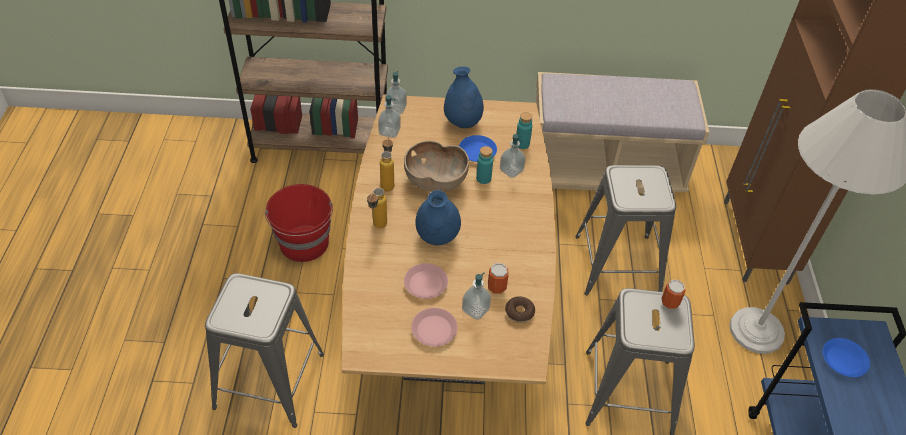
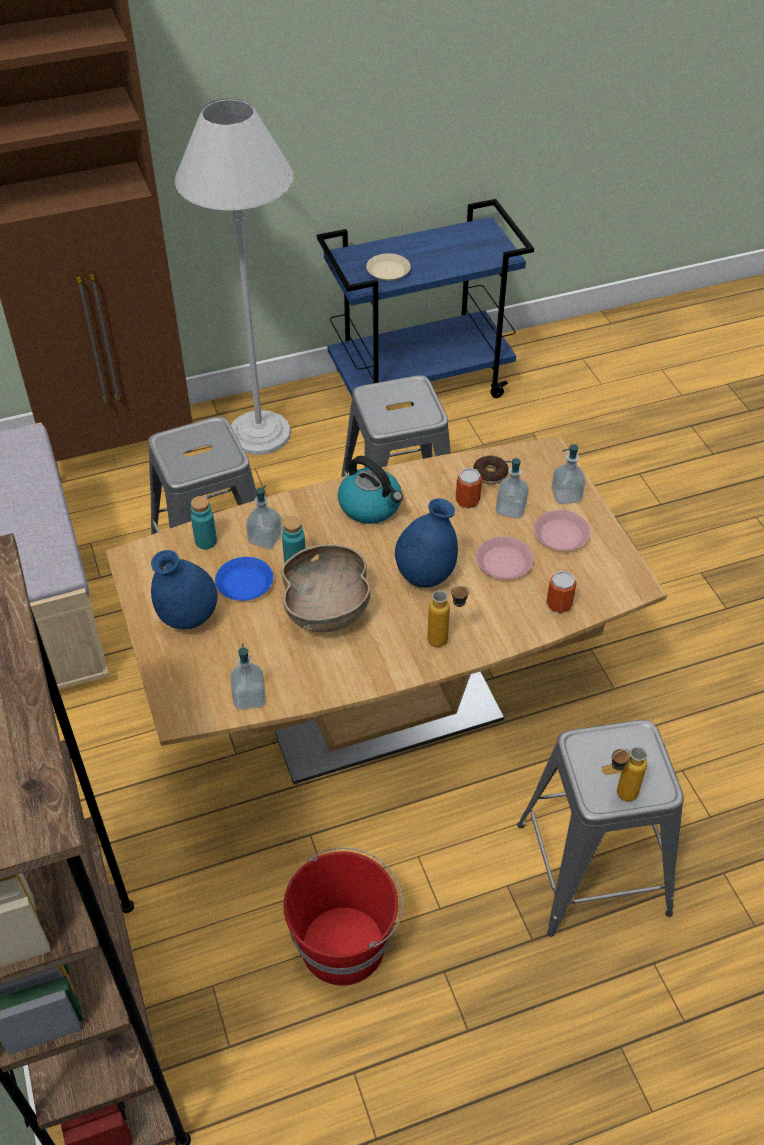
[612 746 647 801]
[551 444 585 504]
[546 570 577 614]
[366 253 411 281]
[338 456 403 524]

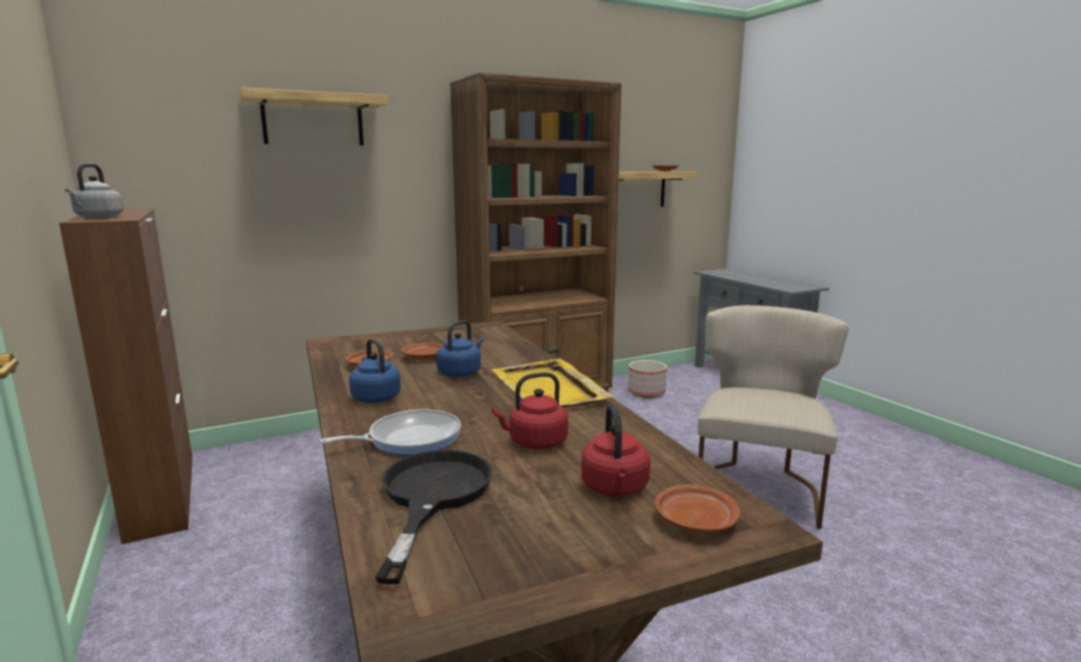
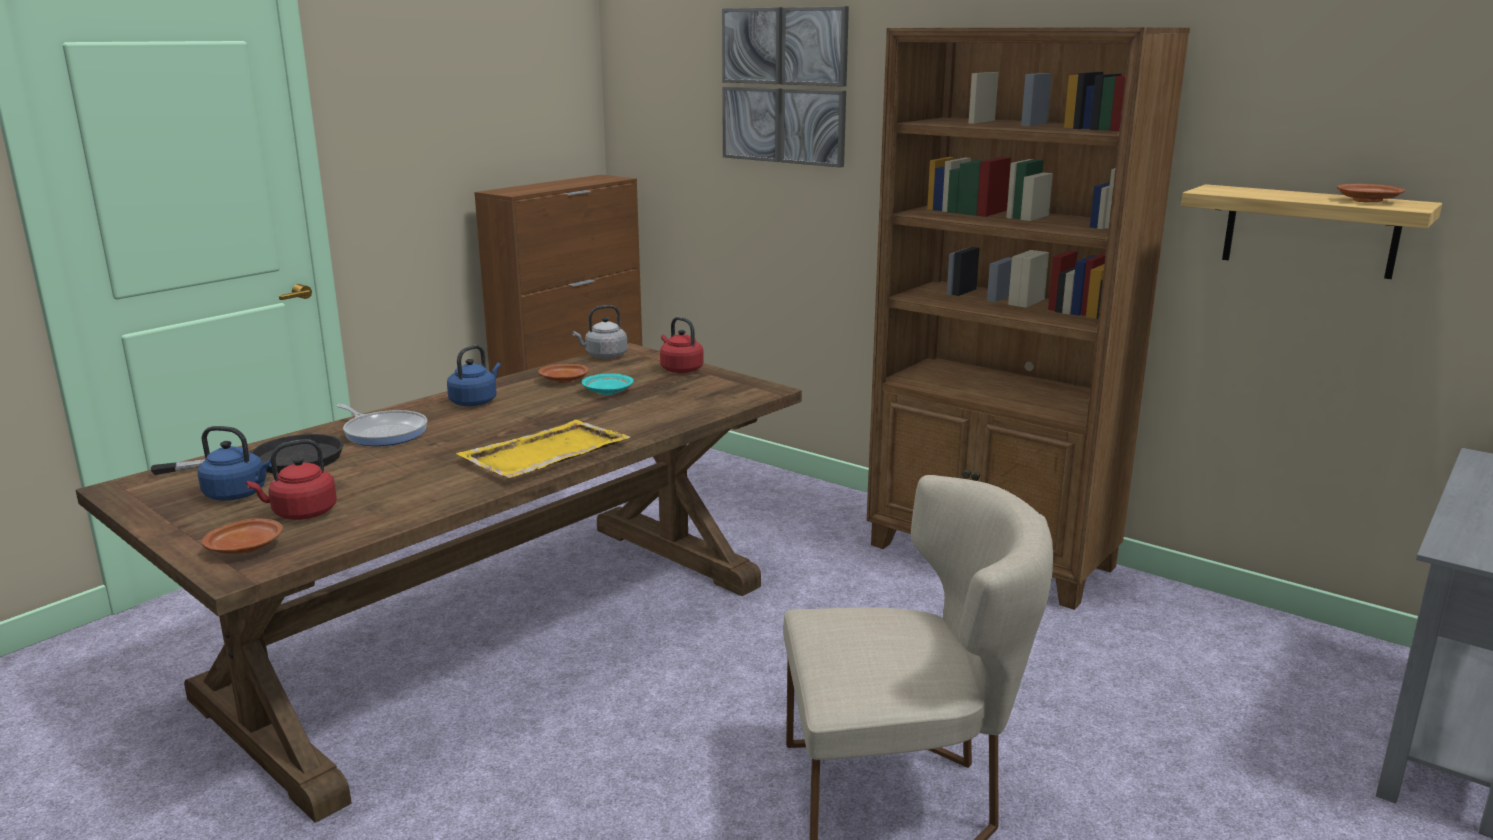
[572 305 627 359]
[722 6 849 168]
[582 373 634 395]
[198 426 271 501]
[660 317 704 373]
[628 360 667 398] (first image)

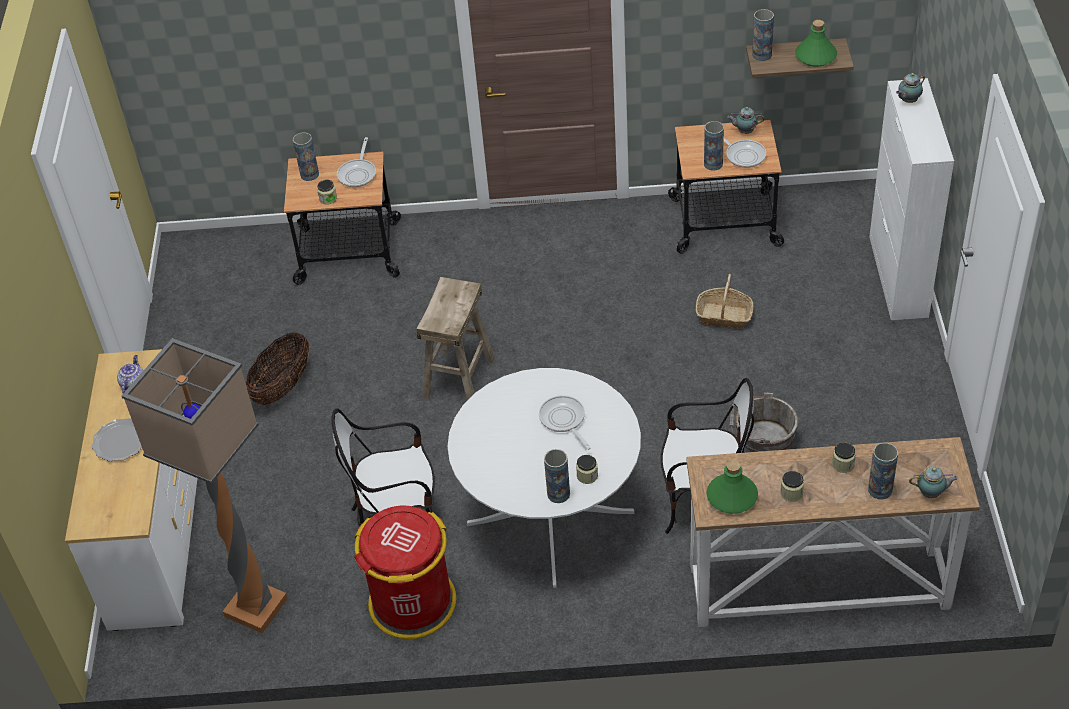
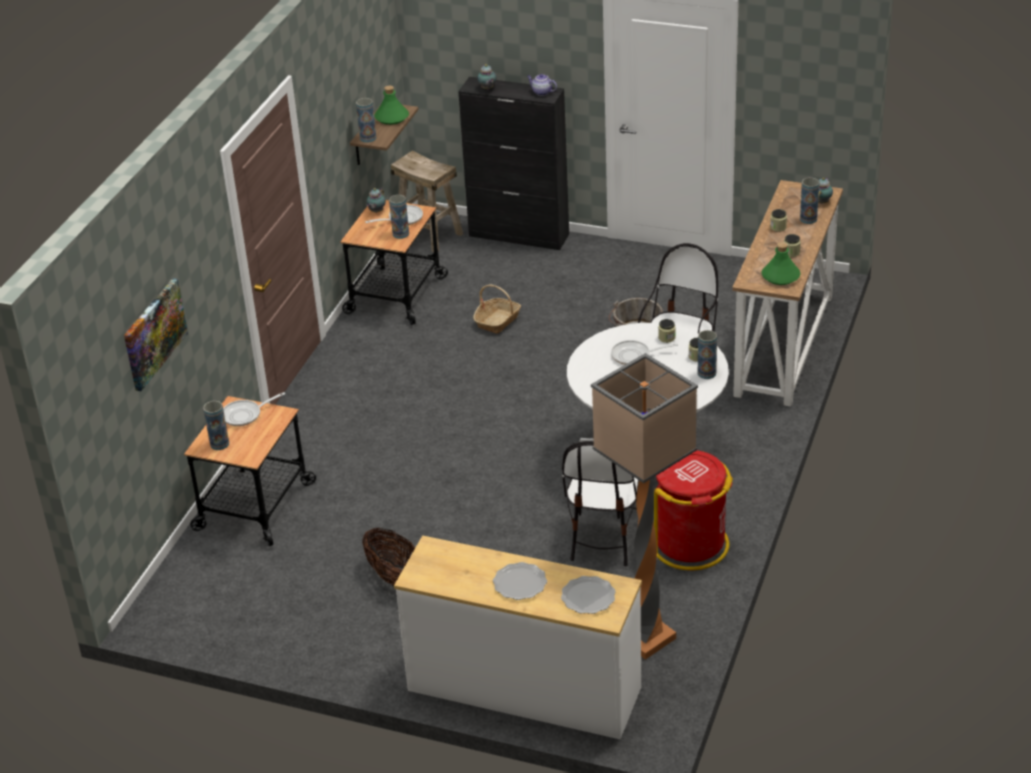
[527 74 557 96]
[658 319 676 343]
[223 392 285 426]
[391 151 463 252]
[458 77 569 250]
[124 278 188 391]
[561 576 616 614]

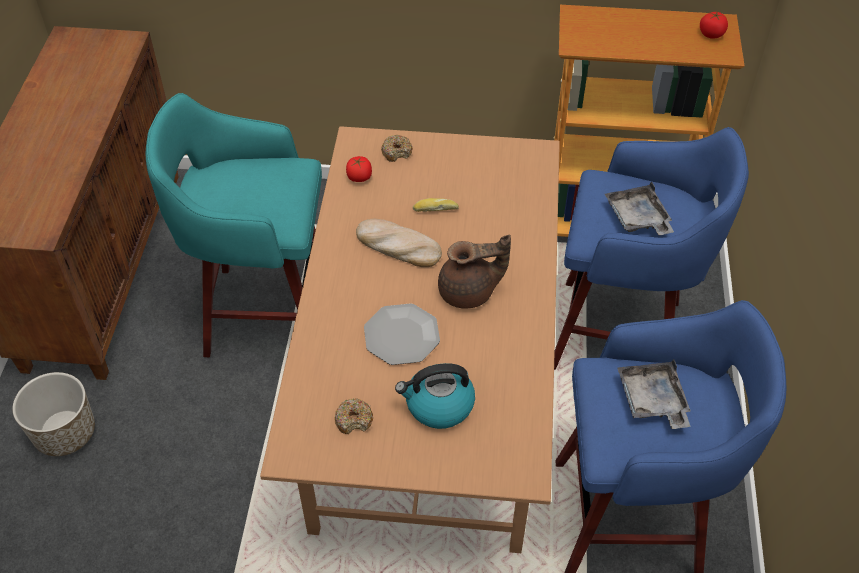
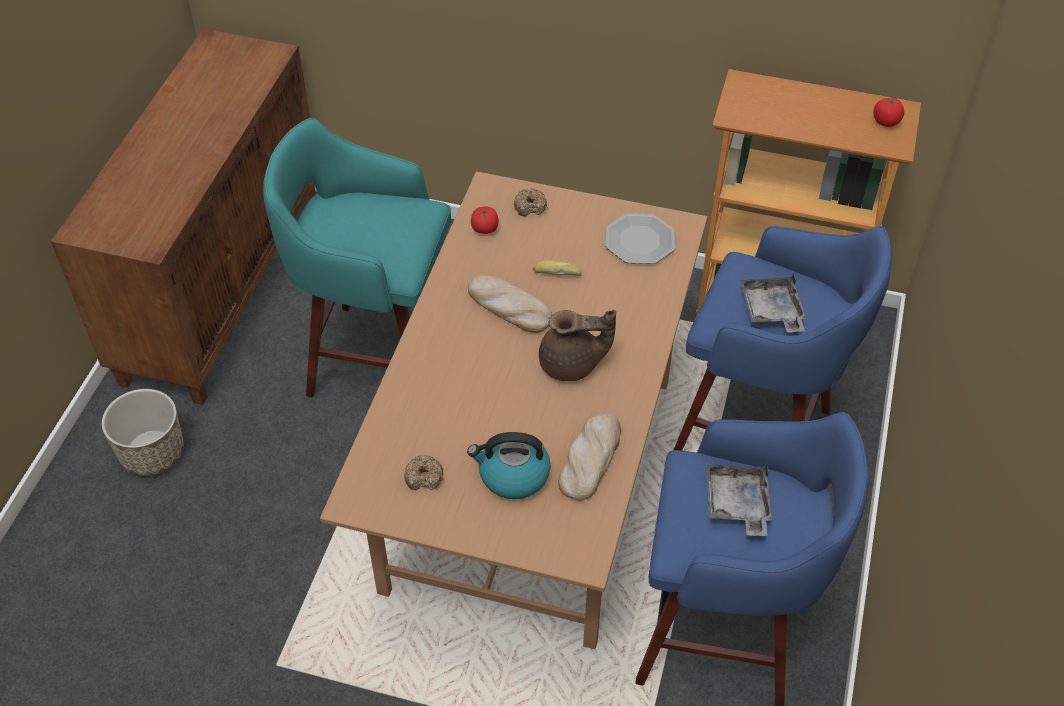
[605 213 675 264]
[558 414 621 501]

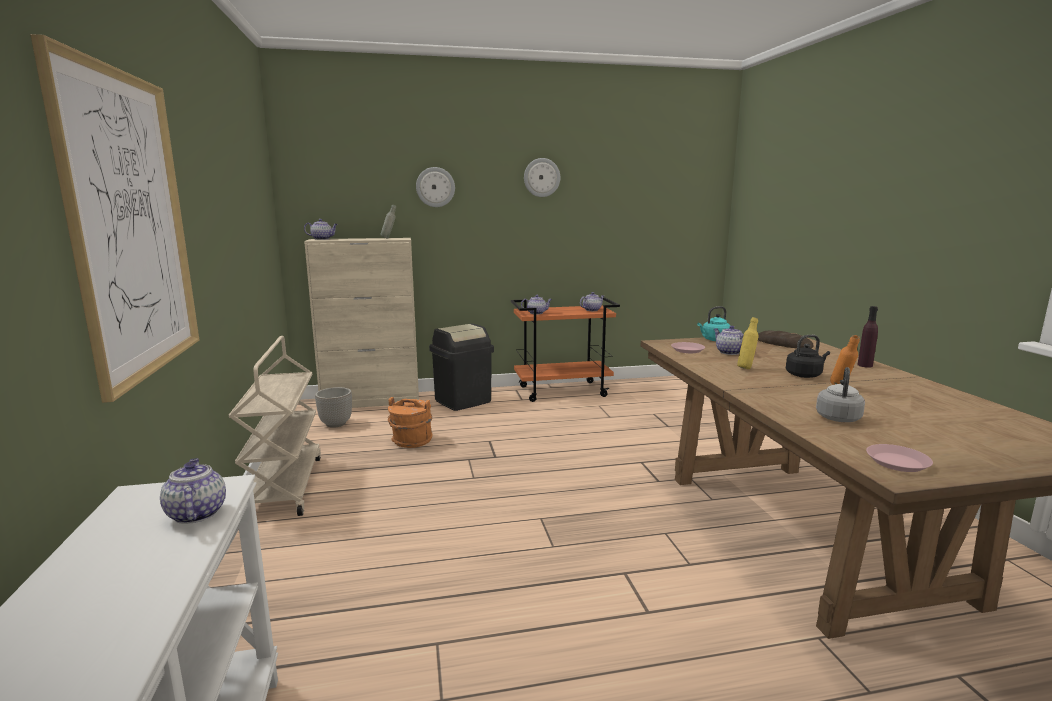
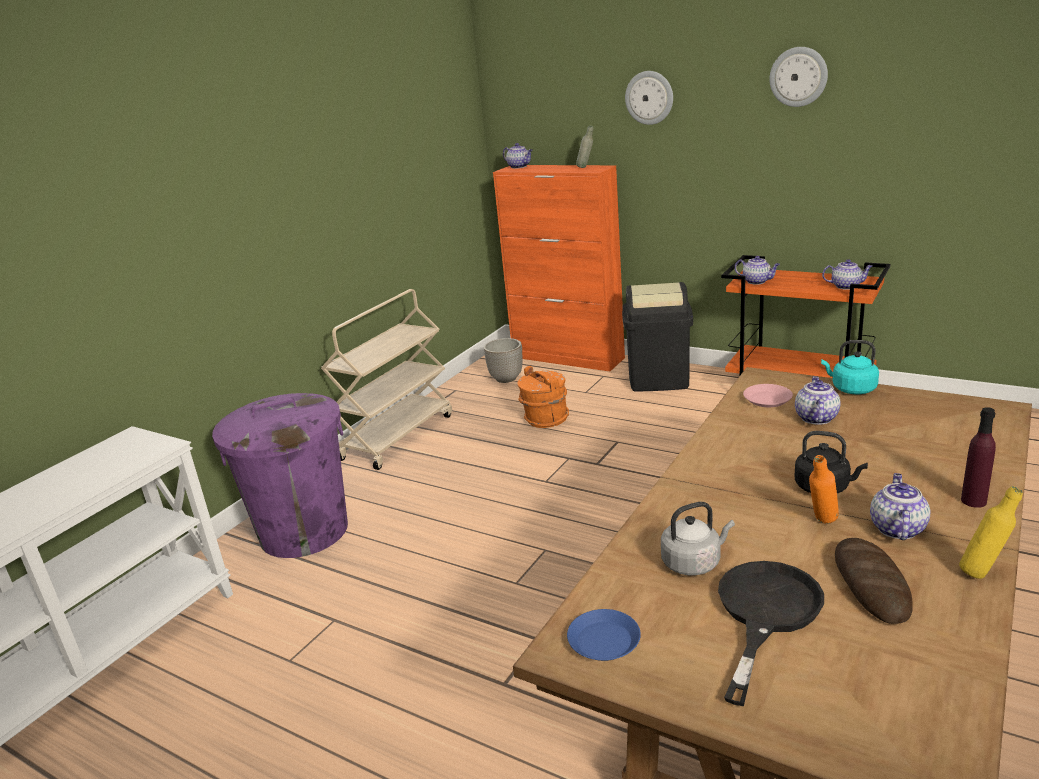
[30 34 199 403] (first image)
[870 473 930 540]
[493 165 625 371]
[959 486 1023 579]
[835 538 913 624]
[567 609 641 661]
[212 393 348 558]
[718 561 824 706]

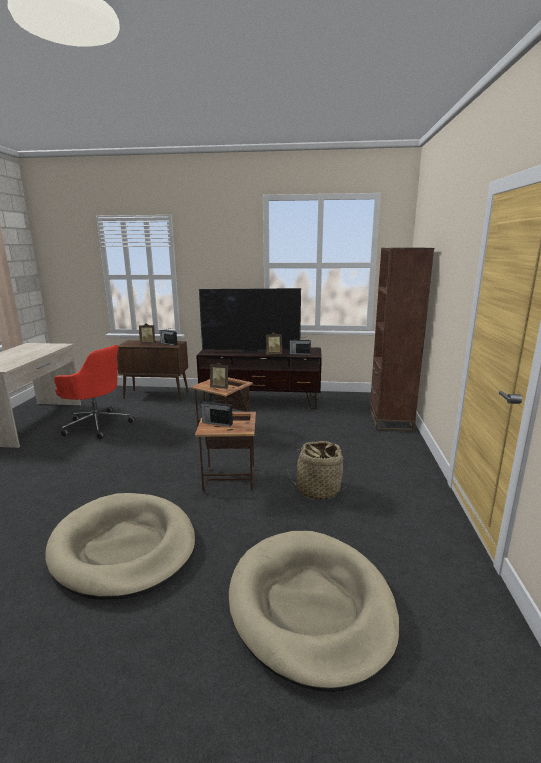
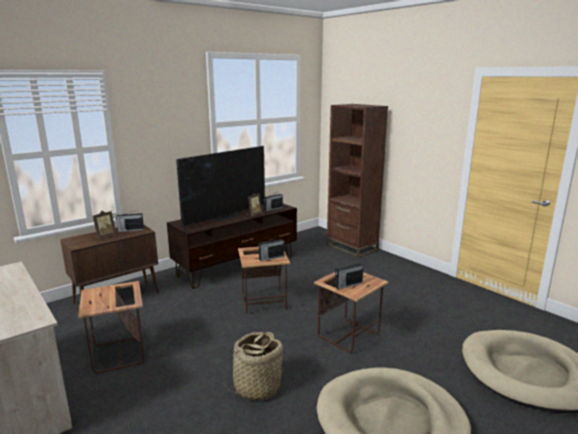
[78 281 144 373]
[258 236 284 261]
[222 332 283 400]

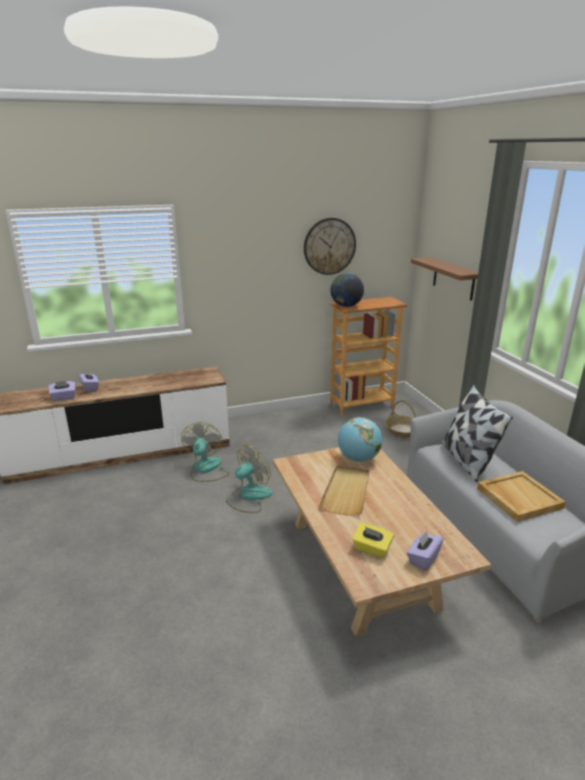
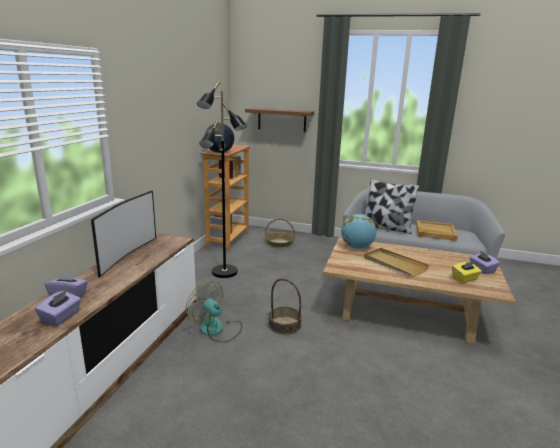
[269 278 302 335]
[304 218 356 275] (first image)
[91 191 156 277]
[197 81 247 278]

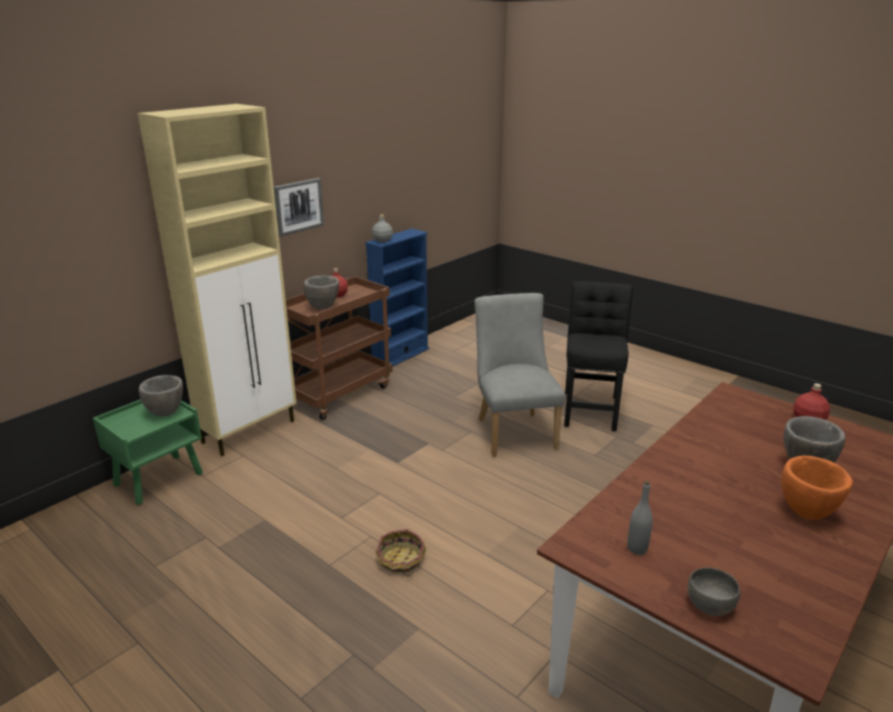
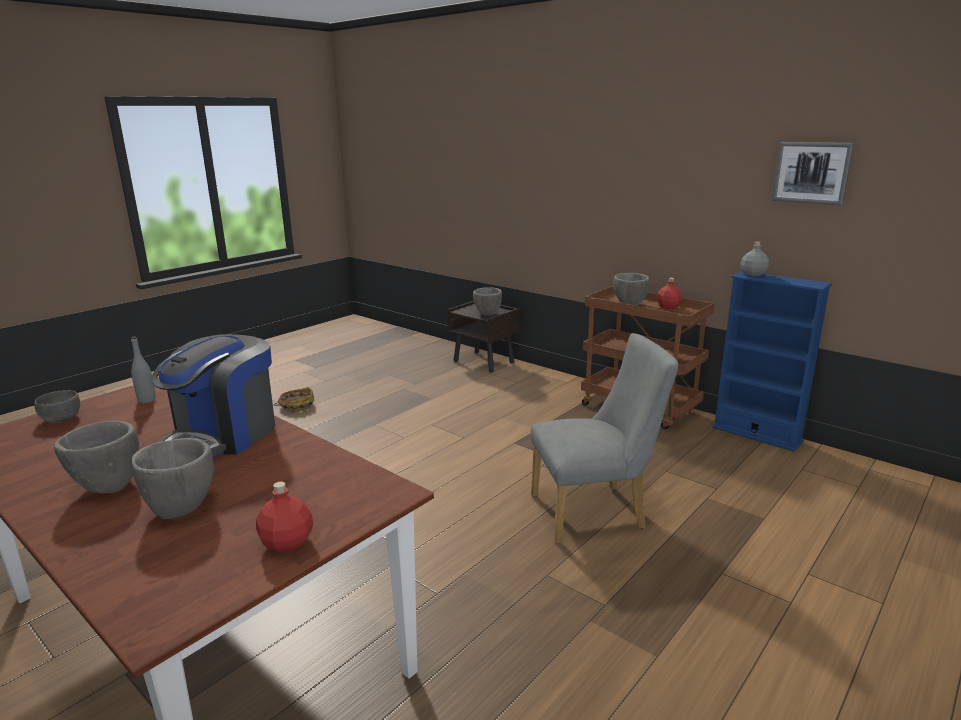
[448 301 519 373]
[138 104 297 456] (first image)
[772 142 854 205]
[274 387 314 412]
[564 281 633 431] (first image)
[54 421 139 494]
[151 334 275 457]

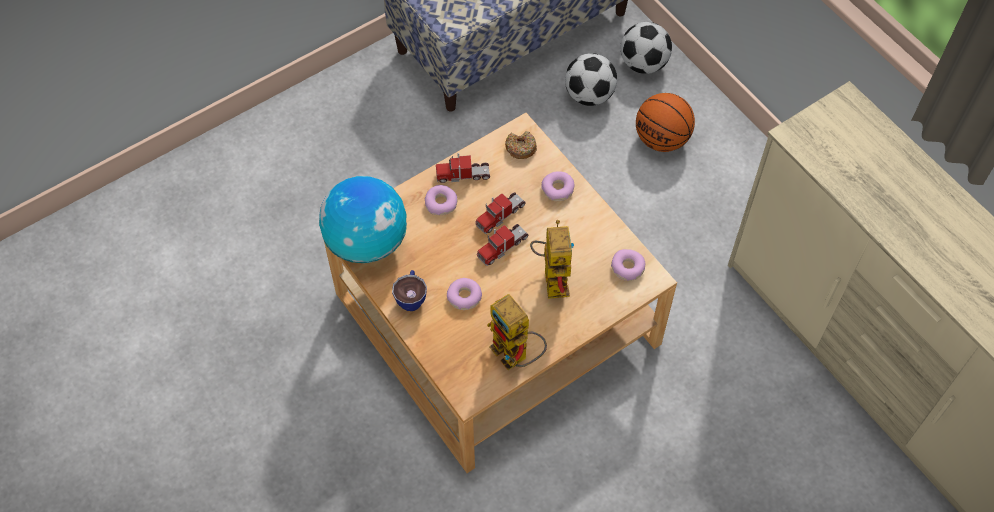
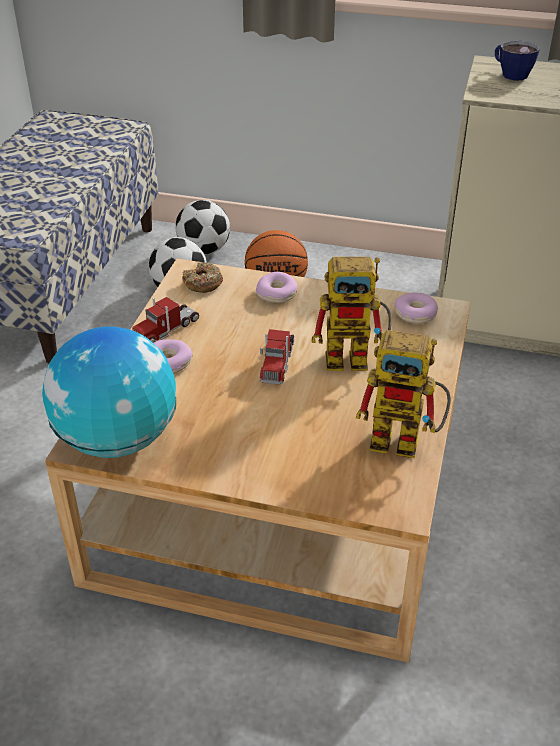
[495 40 540 81]
[447 278 482 310] (first image)
[475 192 525 234] (first image)
[312 257 391 371]

